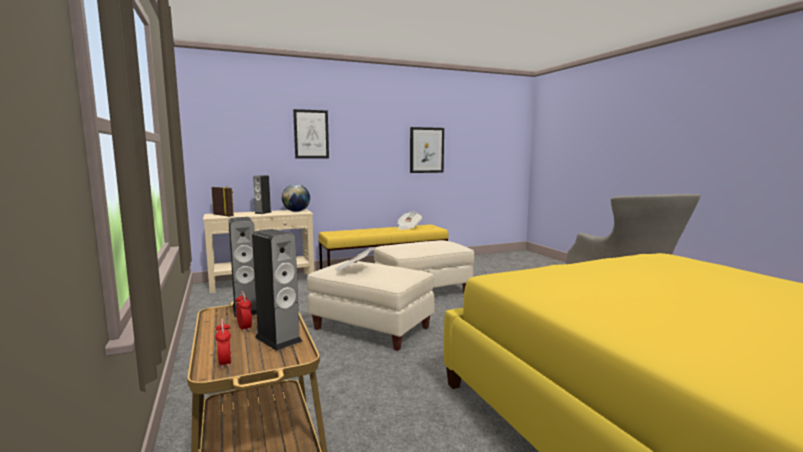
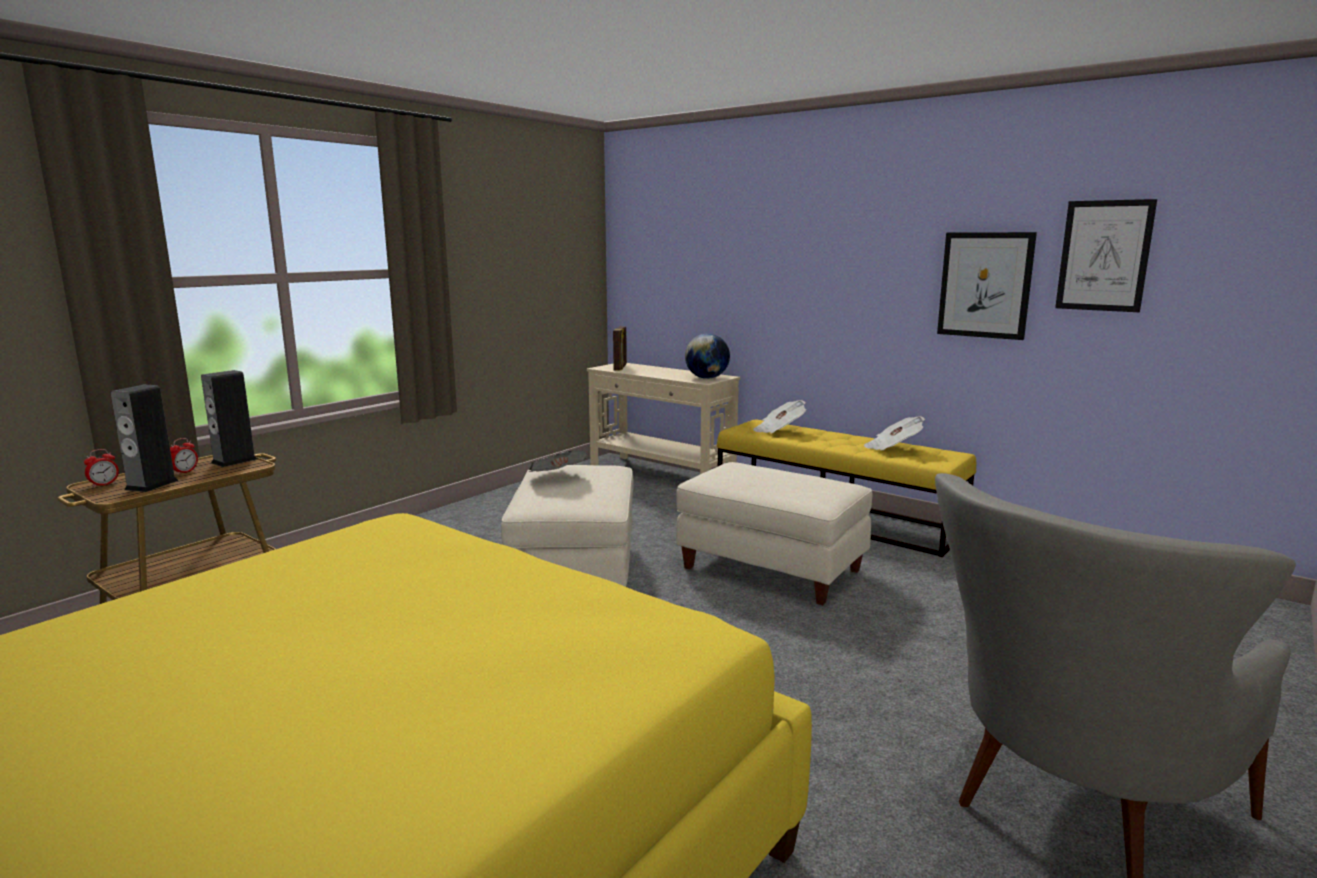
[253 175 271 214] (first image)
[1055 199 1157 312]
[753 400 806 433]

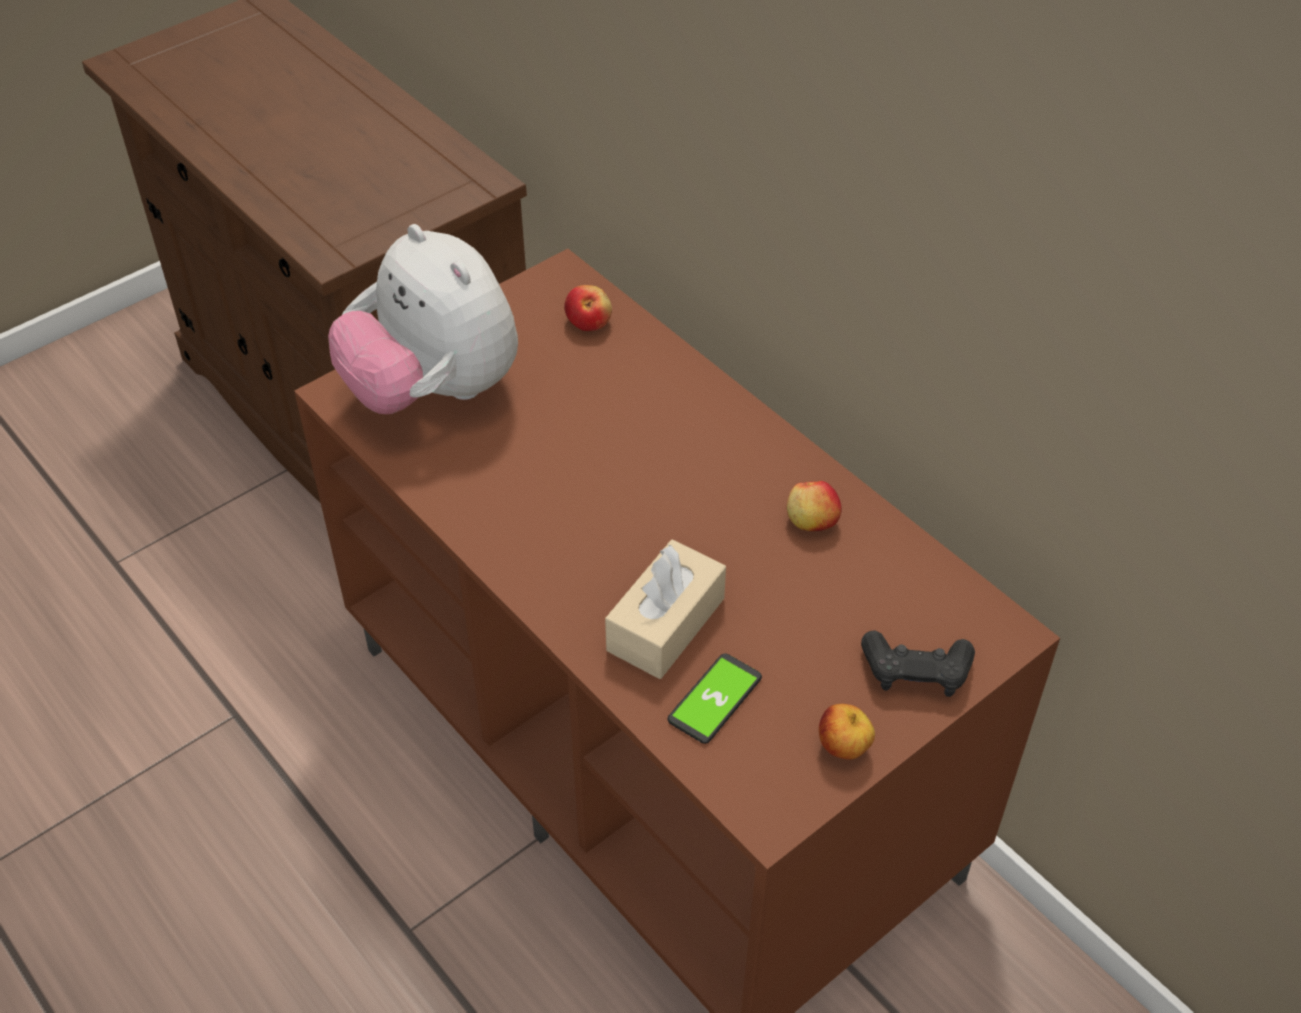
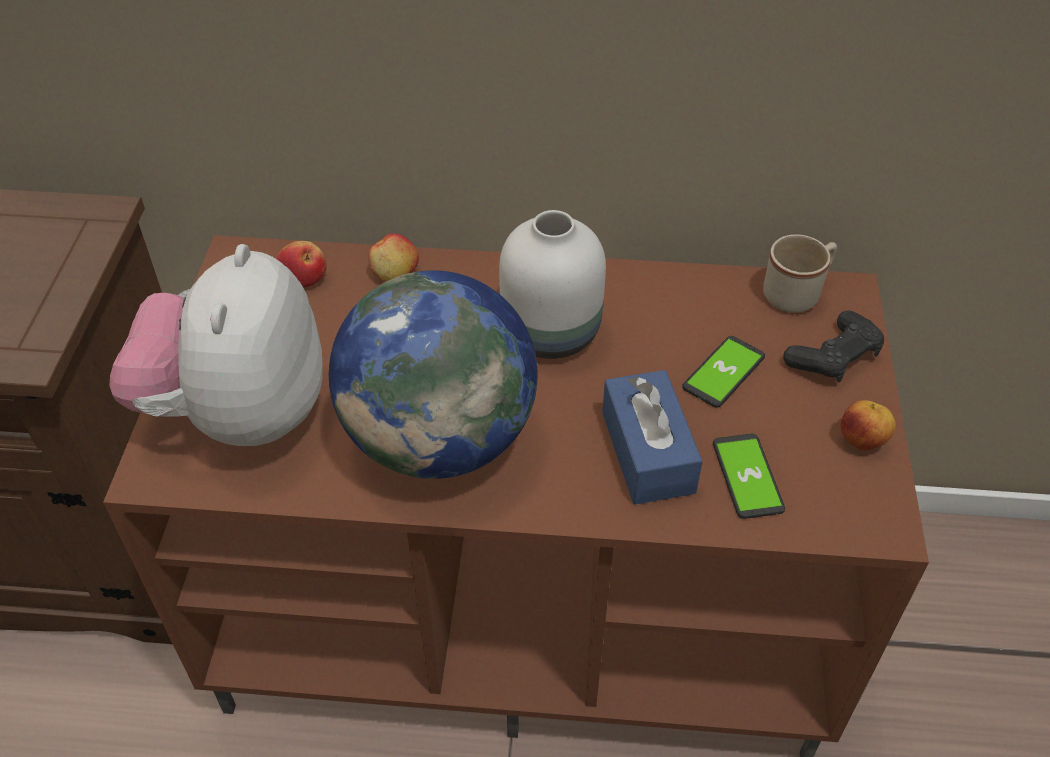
[110 244 323 446]
[602 370 703 504]
[369 233 419 281]
[329 271 538 479]
[499 210 606 359]
[682 336 765 408]
[763 234 837 313]

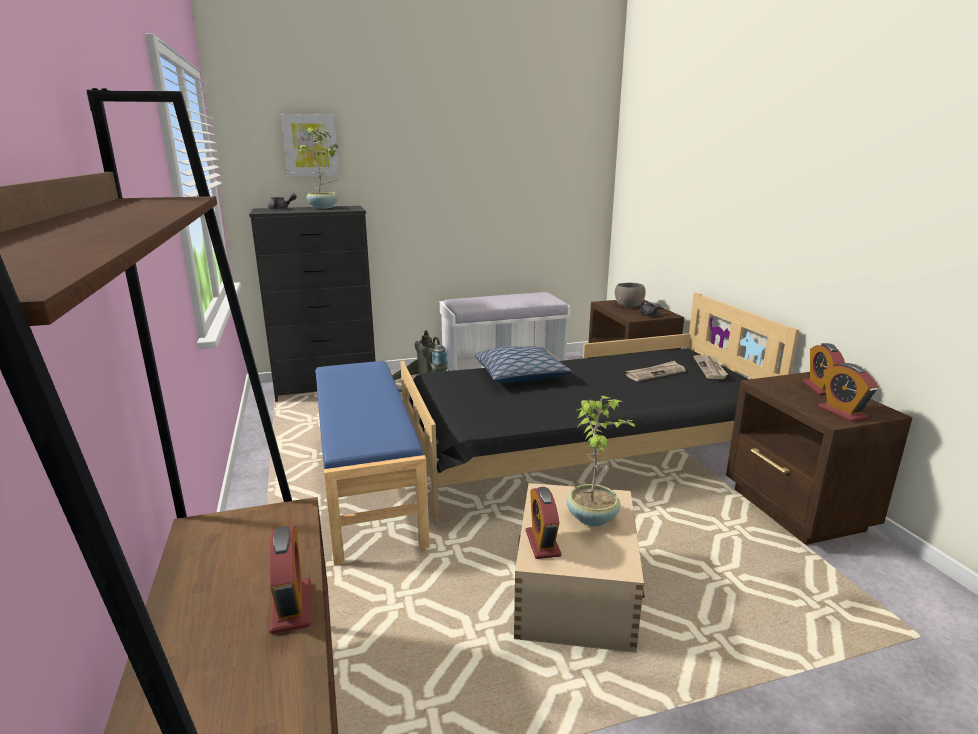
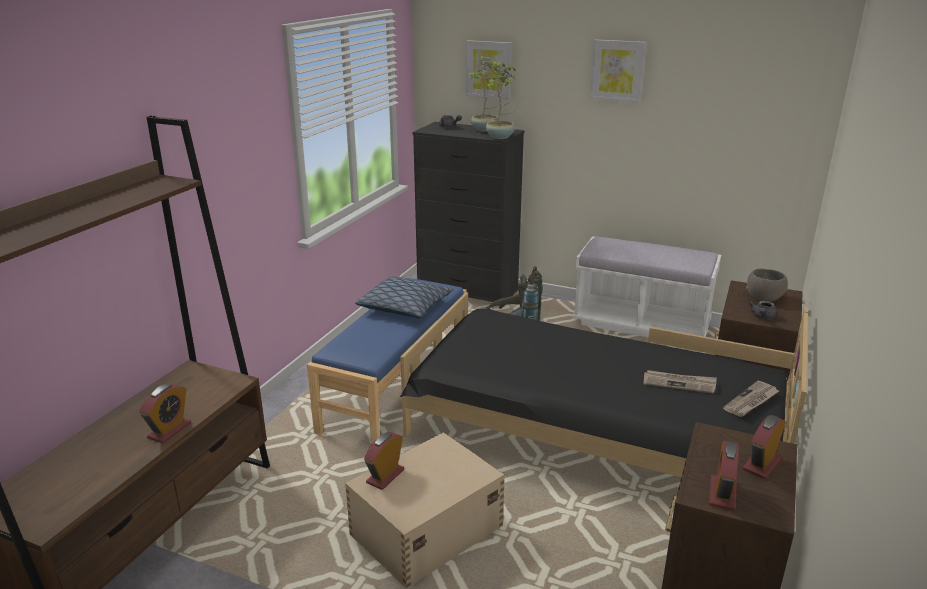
[355 276 453 319]
[485 61 516 139]
[590 39 646 103]

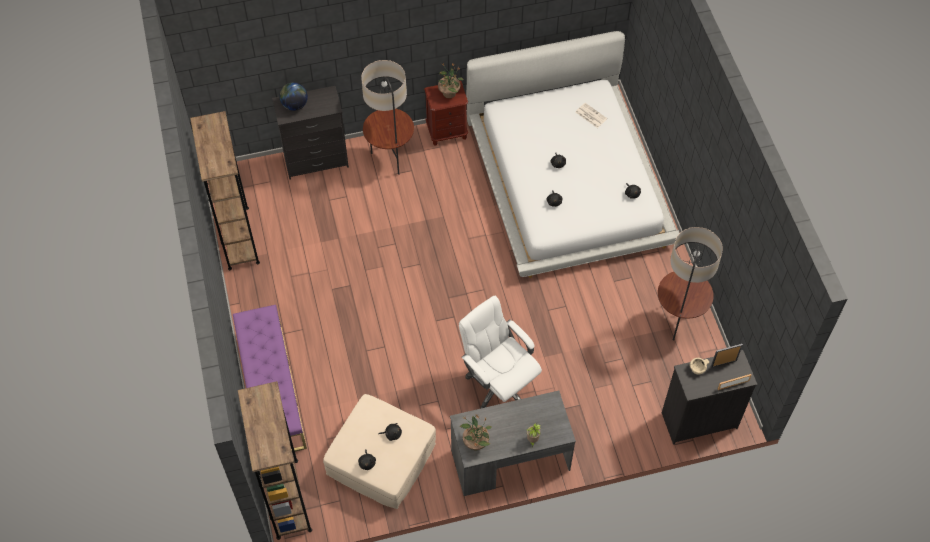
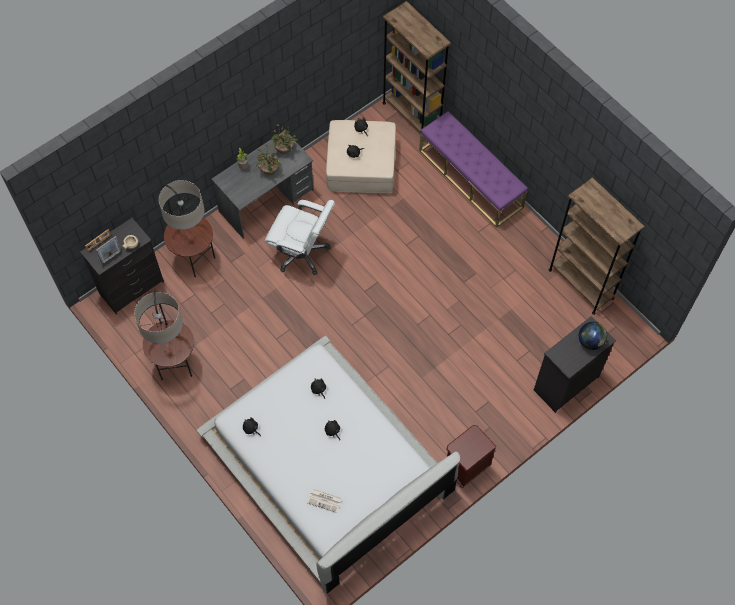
[159 180 215 277]
[256 144 281 175]

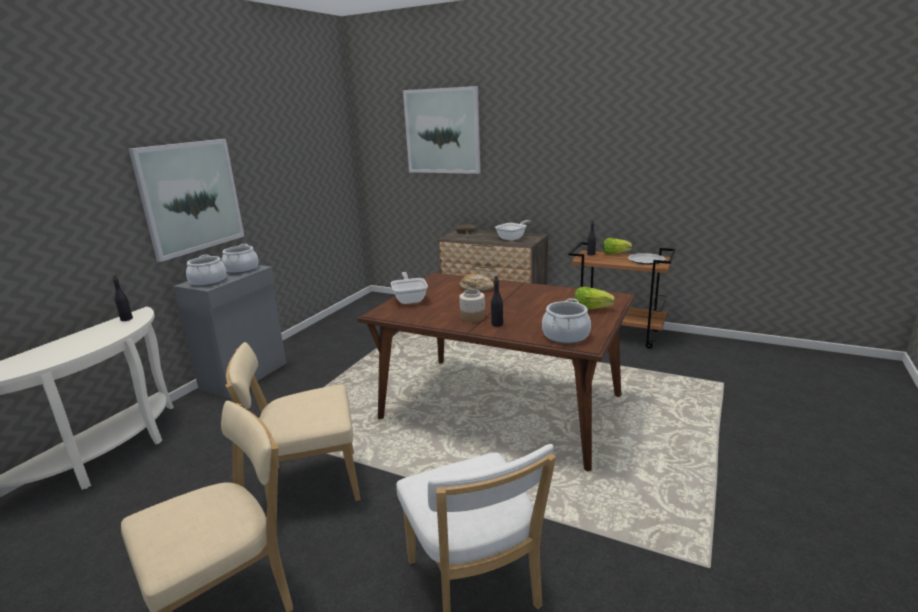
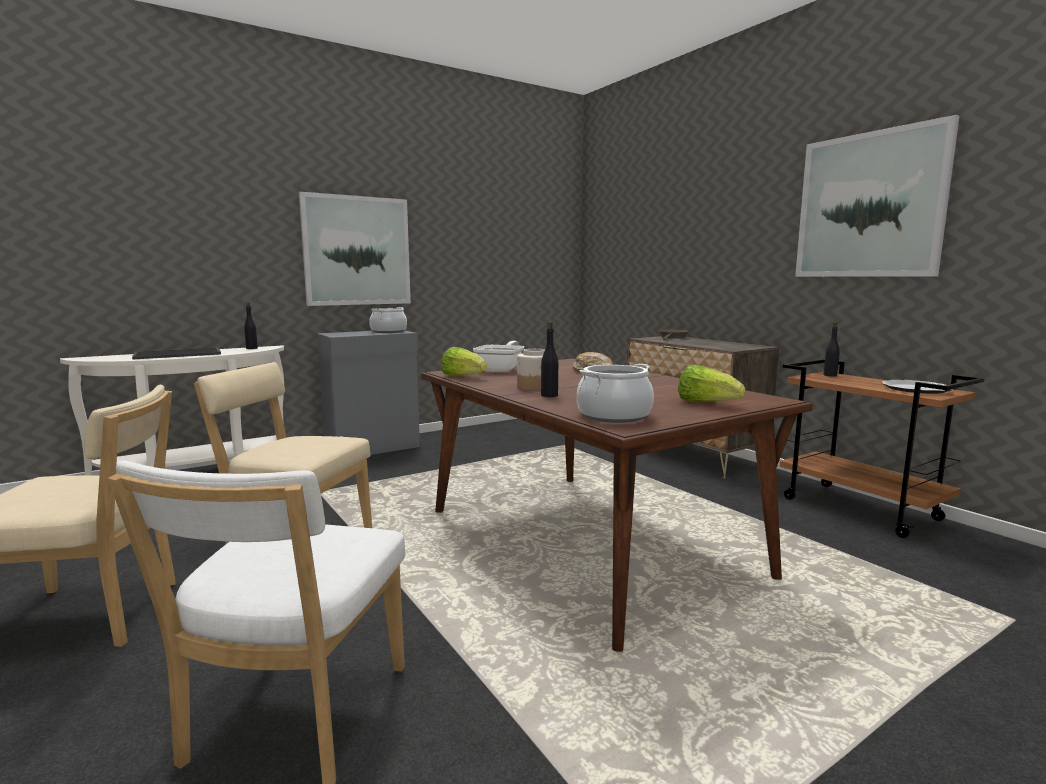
[186 254 226 287] (first image)
[795 115 959 277]
[495 220 531 241] (first image)
[441 347 487 376]
[132 347 221 360]

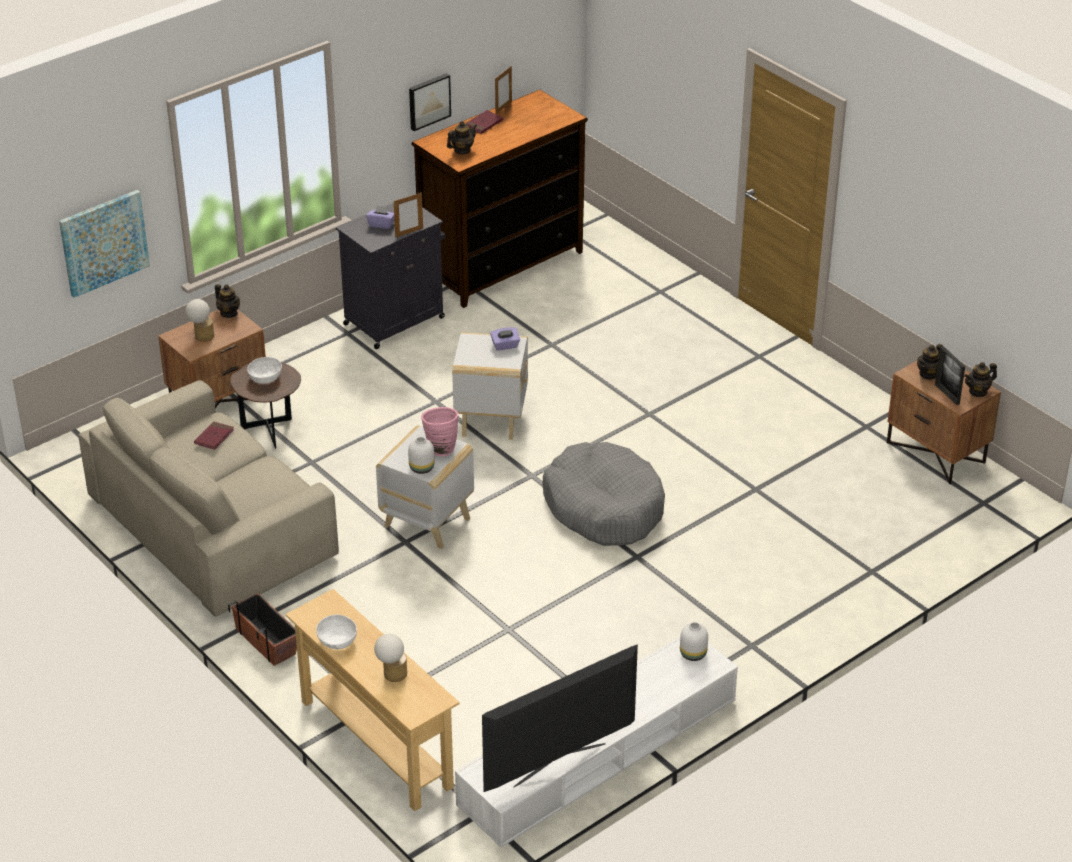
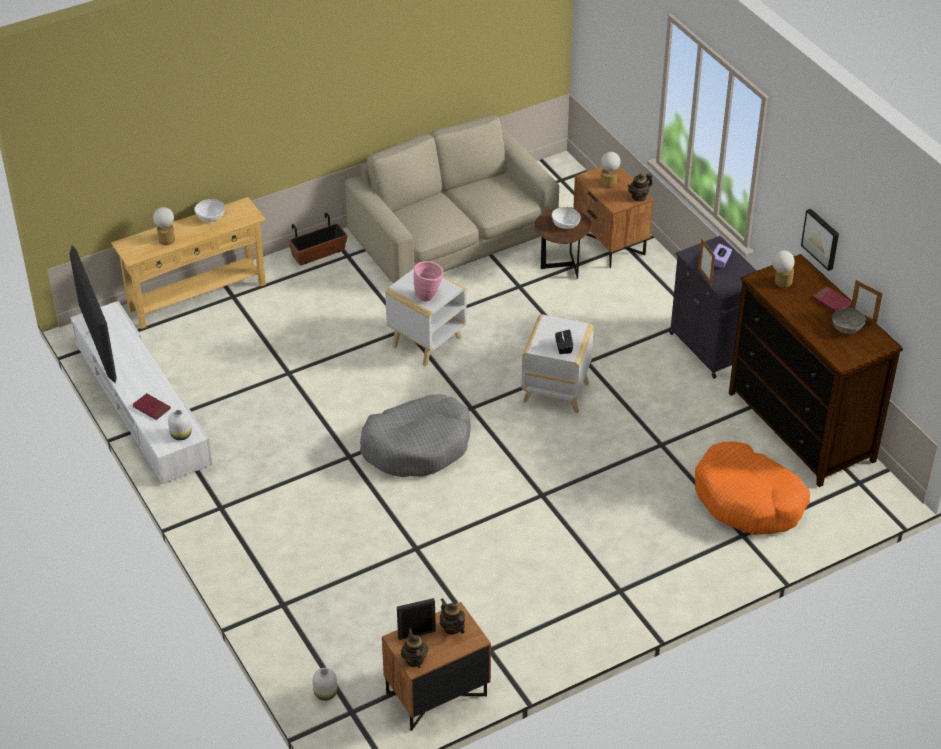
[59 190 150 298] (first image)
[132 393 171 420]
[312 668 338 701]
[772 250 795 288]
[555 330 573 354]
[695 441 810 535]
[832 308 866 334]

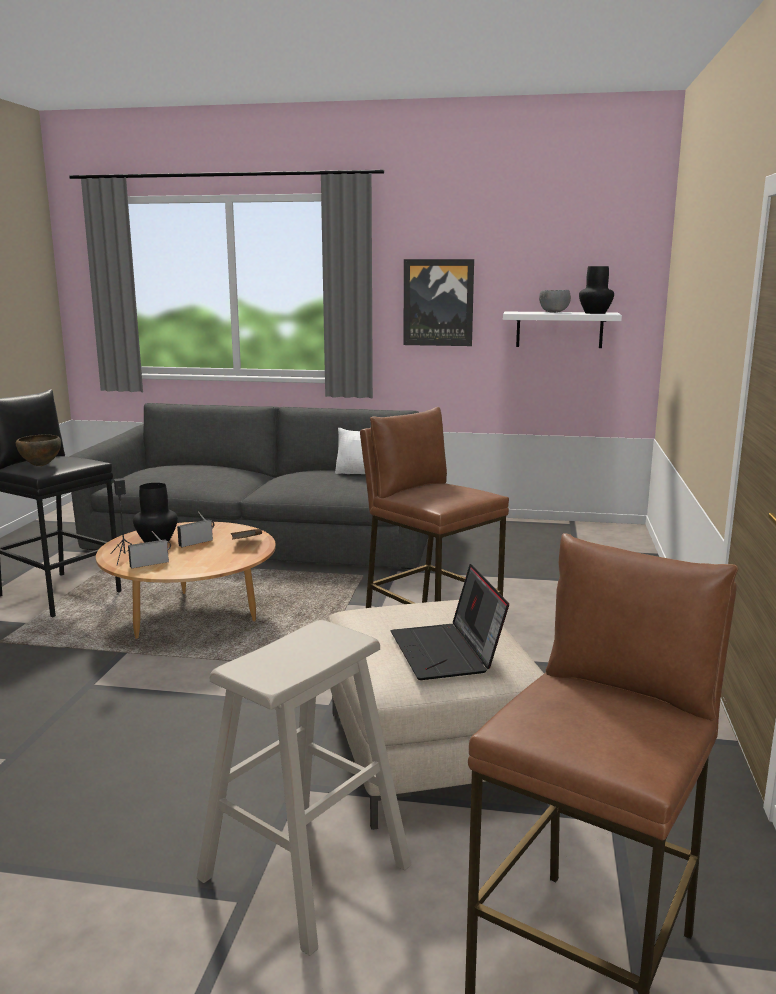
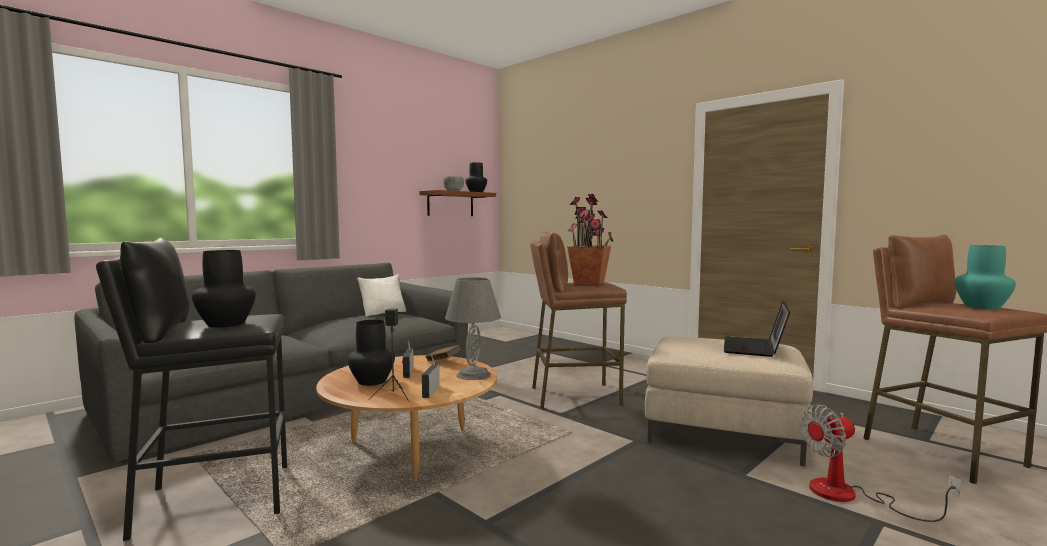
[192 250 256 328]
[801 405 961 522]
[724 301 790 357]
[403 259 474 346] (first image)
[420 190 496 216]
[445 277 501 380]
[567 194 613 285]
[955 245 1016 309]

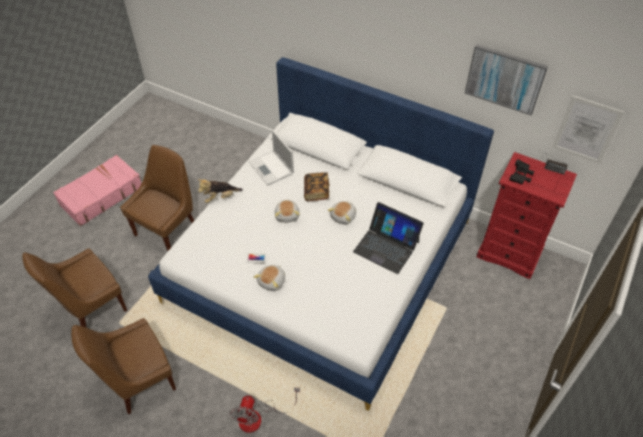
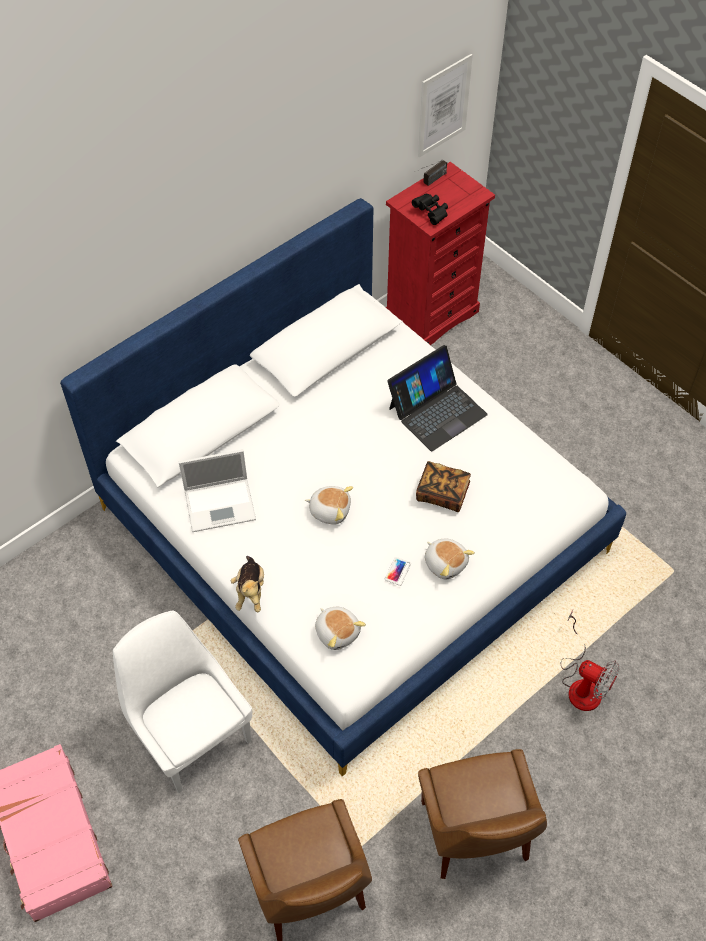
[113 610 252 793]
[416 461 471 512]
[315 607 366 650]
[465 44 548 115] (first image)

